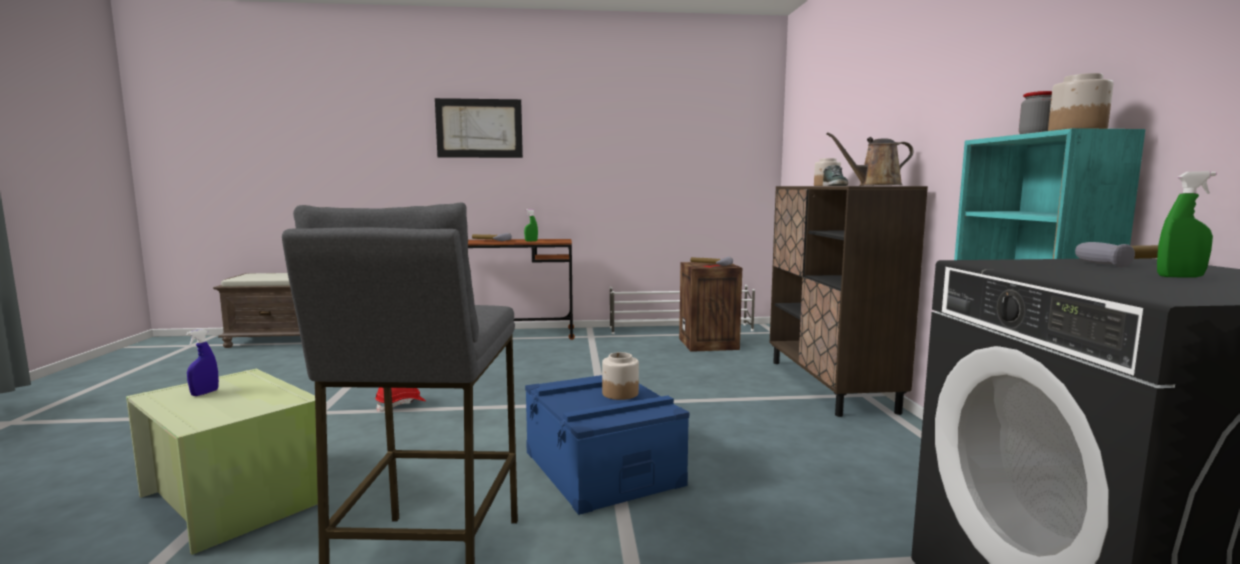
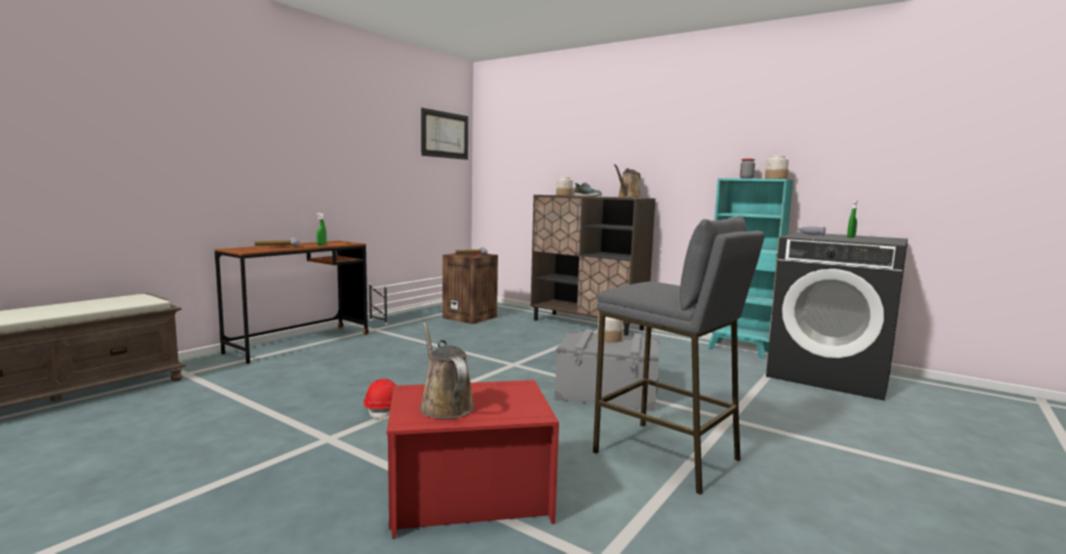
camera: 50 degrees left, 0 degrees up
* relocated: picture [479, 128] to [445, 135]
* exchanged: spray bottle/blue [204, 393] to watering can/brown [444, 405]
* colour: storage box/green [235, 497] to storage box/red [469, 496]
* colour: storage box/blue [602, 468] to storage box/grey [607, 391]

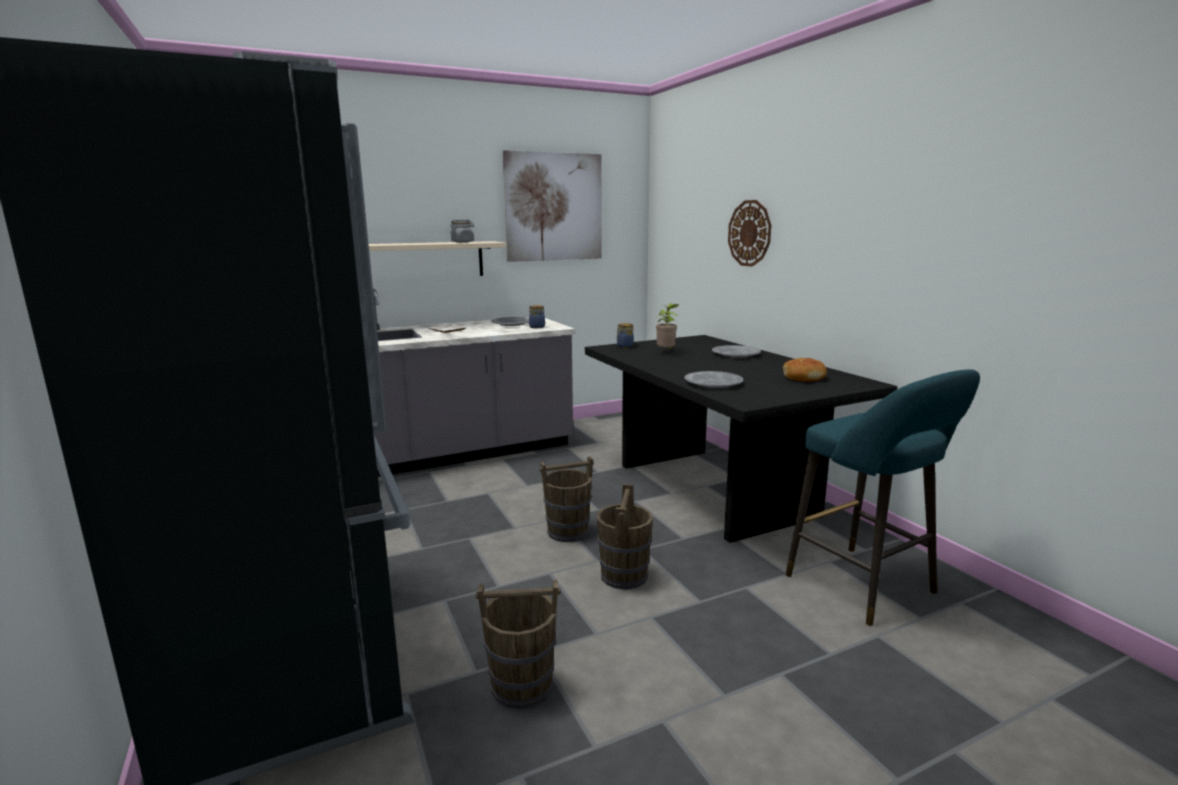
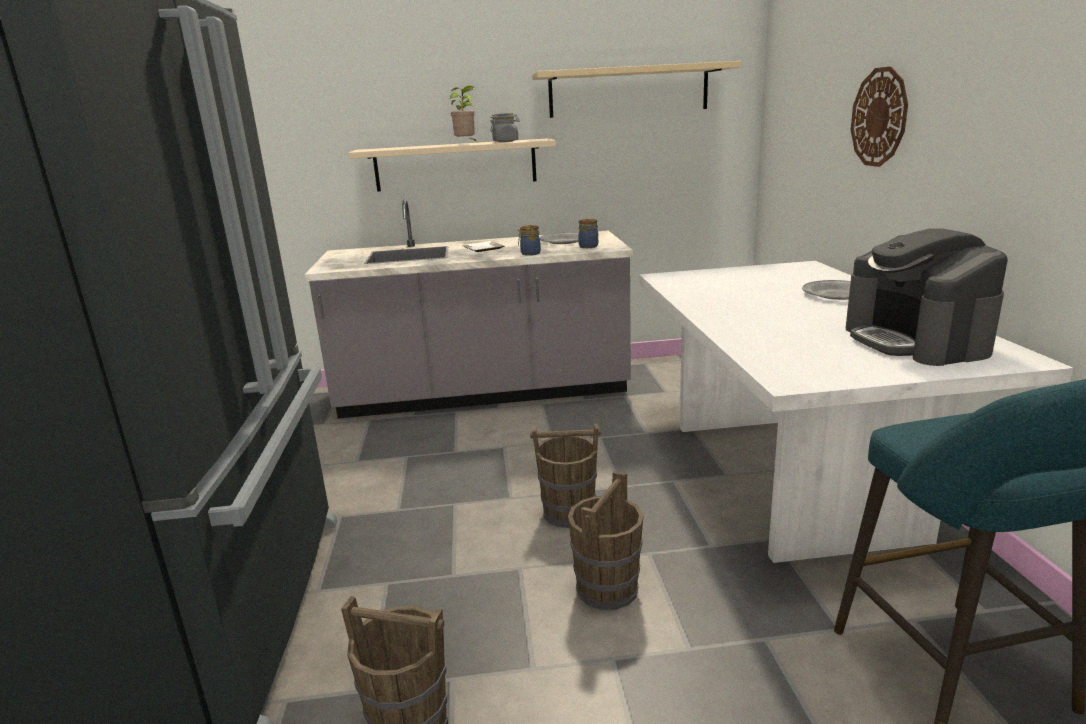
camera: 20 degrees right, 5 degrees up
* exchanged: picture [554, 207] to shelf/beige [628, 91]
* relocated: potted plant [666, 352] to [466, 144]
* relocated: jar [624, 346] to [529, 254]
* colour: dining table/black [714, 489] to dining table/white [788, 476]
* exchanged: bread [804, 377] to coffee machine [915, 341]
* missing: plate/grey [713, 383]

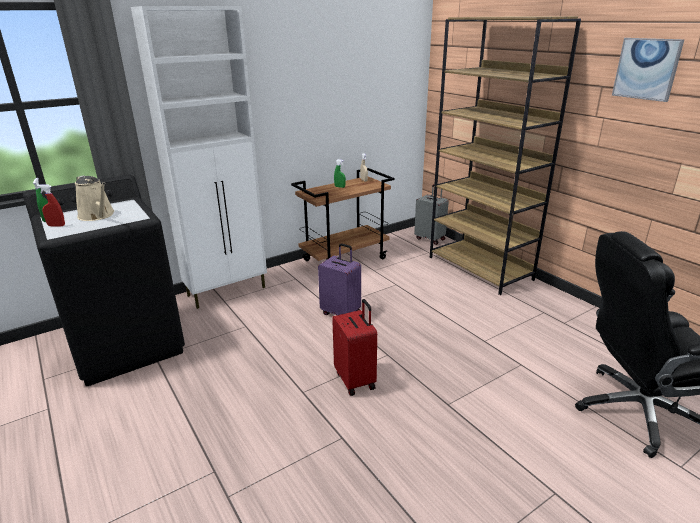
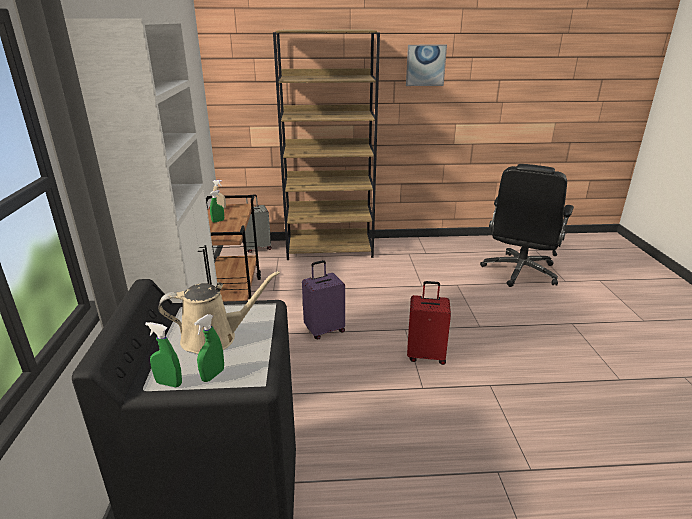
camera: 60 degrees left, 0 degrees up
* colour: spray bottle/red [56, 225] to spray bottle/green [213, 375]

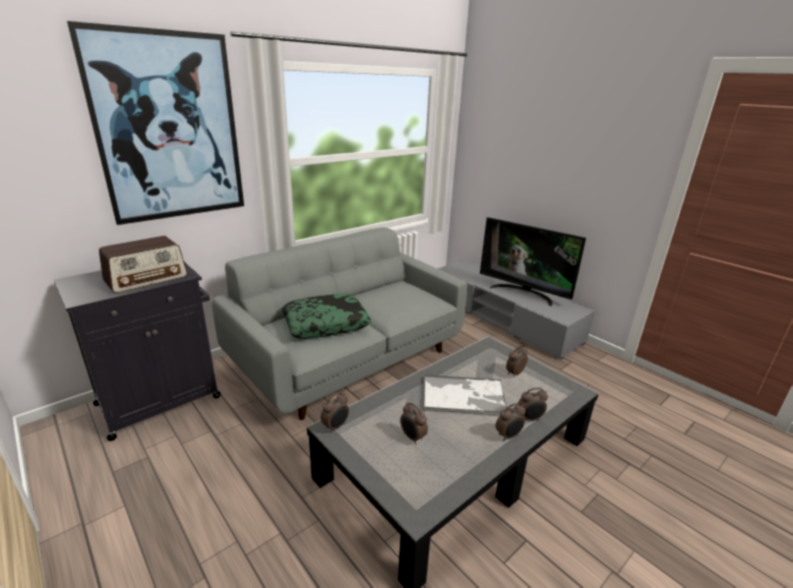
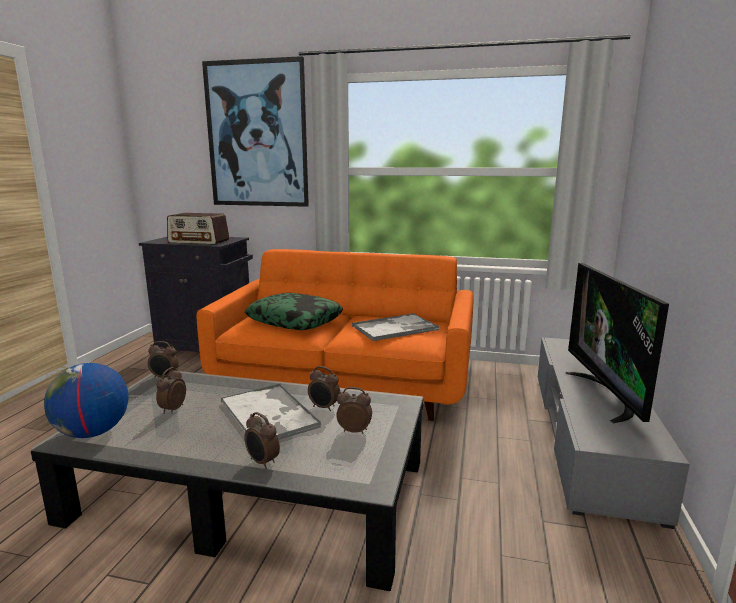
camera: 55 degrees right, 10 degrees down
* colour: sofa/grey [349, 358] to sofa/orange [346, 382]
* relocated: alarm clock [508, 436] to [324, 407]
* appeared: tray [395, 328]
* appeared: globe [92, 433]

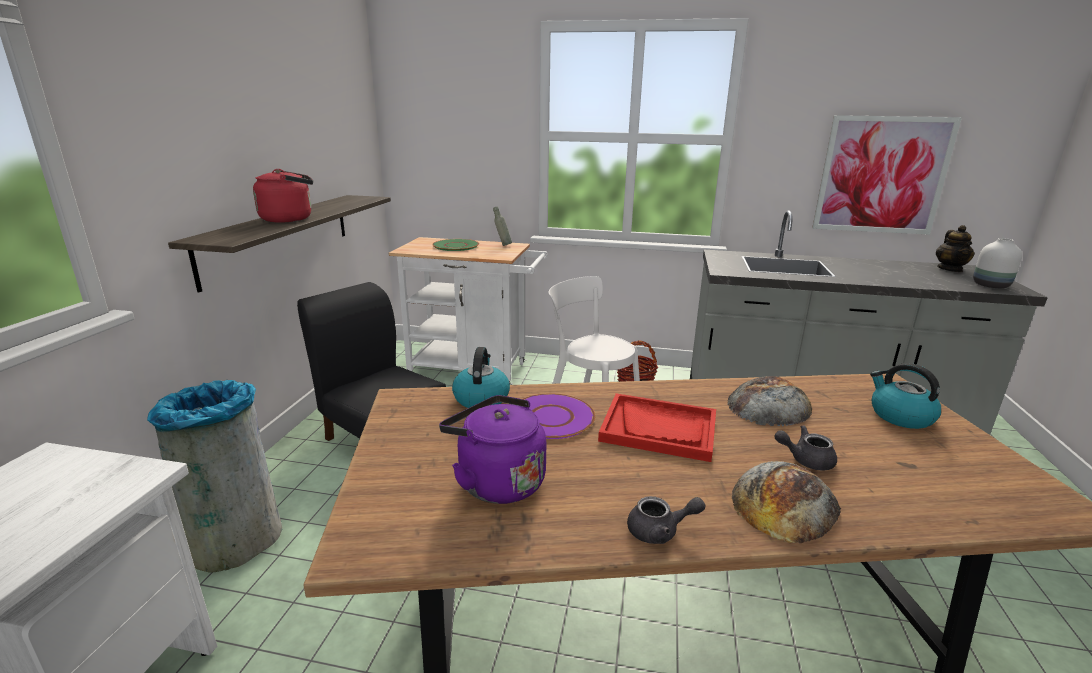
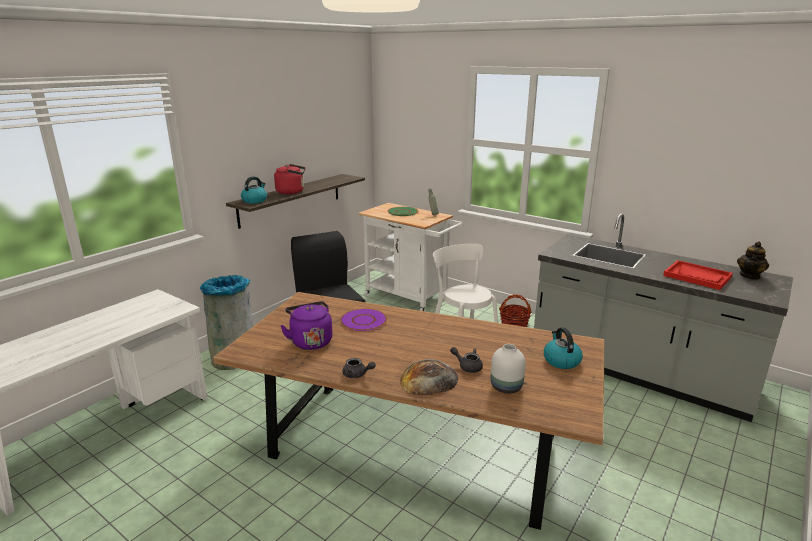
camera: 25 degrees right, 0 degrees up
* missing: picture [882, 175]
* relocated: vase/white [990, 285] to [507, 387]
* relocated: kettle [481, 398] to [255, 200]
* missing: bread [769, 405]
* relocated: tray/red [659, 429] to [697, 276]

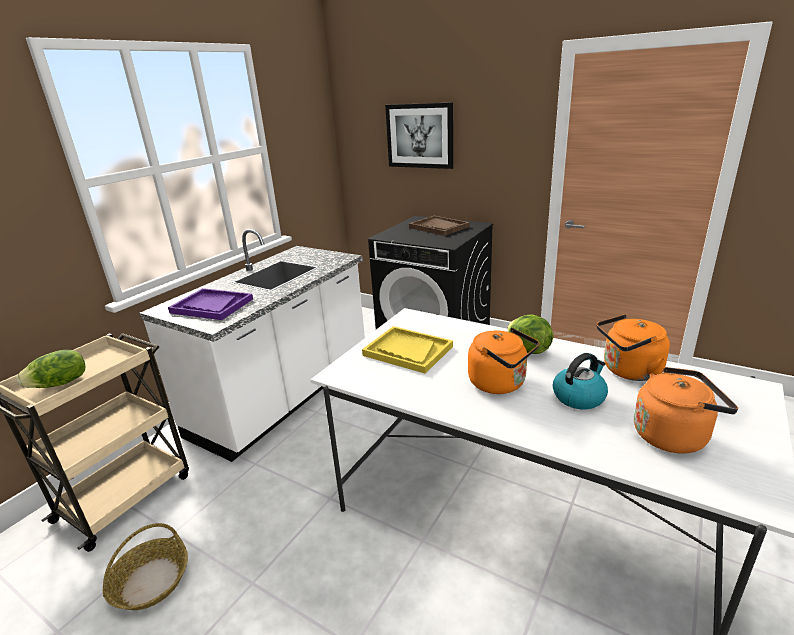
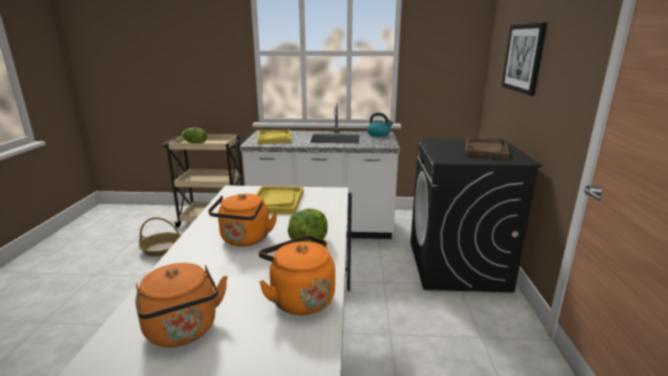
camera: 60 degrees right, 5 degrees down
* colour: tray/purple [211, 306] to tray/yellow [274, 138]
* relocated: kettle [579, 397] to [378, 134]

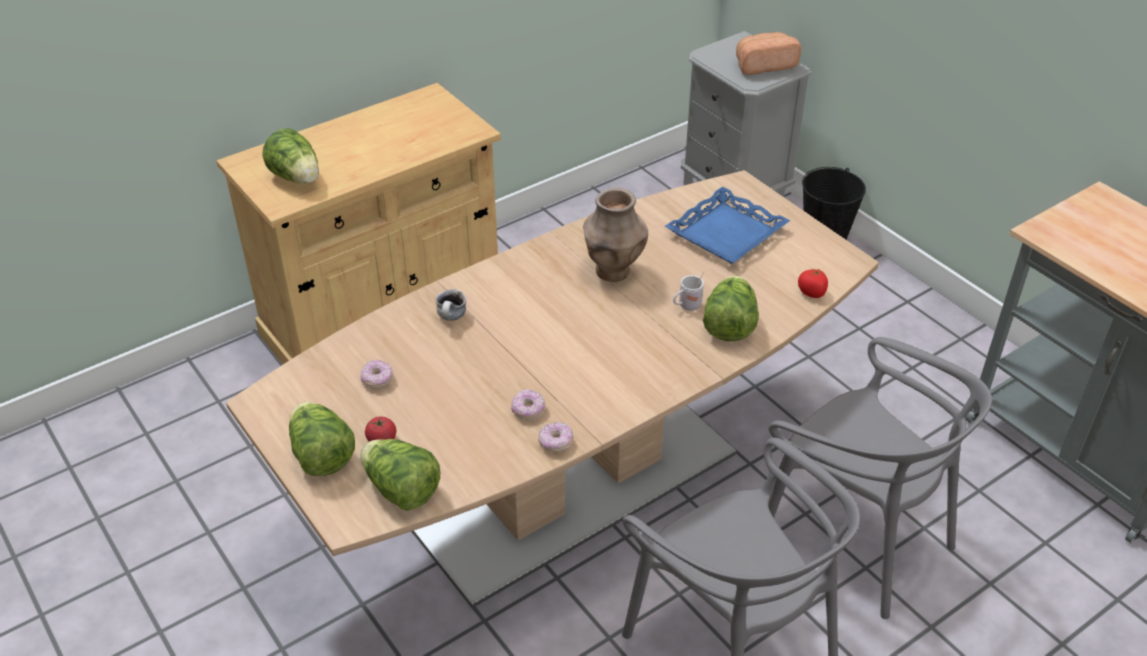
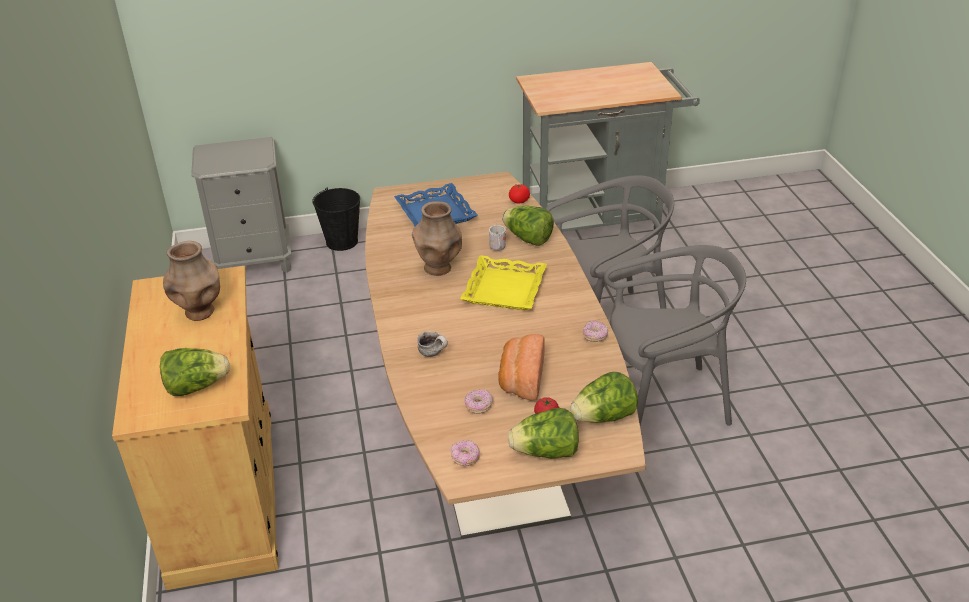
camera: 65 degrees left, 5 degrees down
* relocated: bread [764, 65] to [521, 379]
* relocated: donut [528, 410] to [465, 458]
* appeared: vase/brown [199, 312]
* appeared: tray/yellow [505, 289]

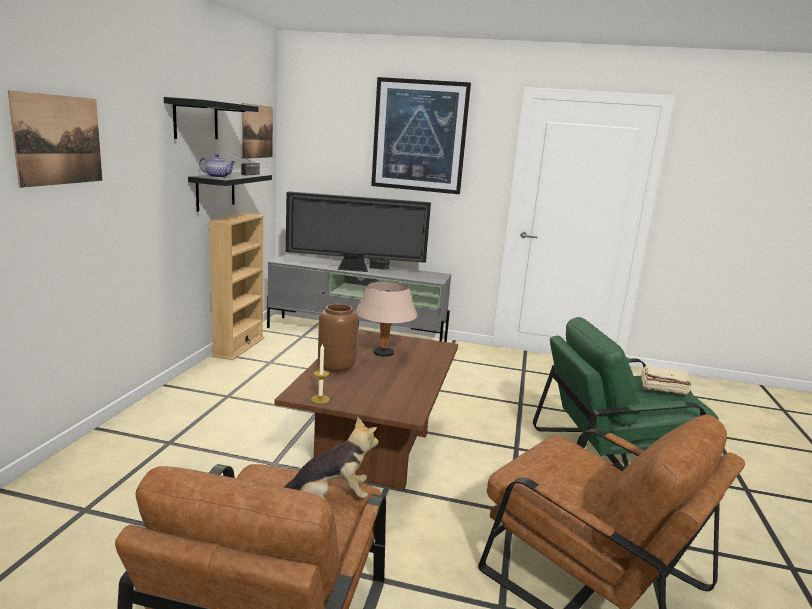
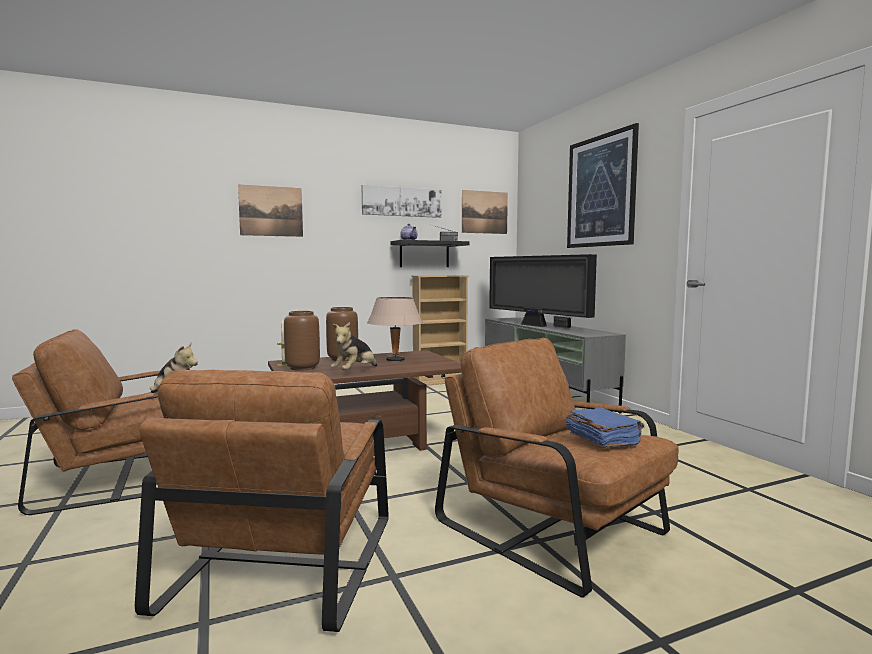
camera: 55 degrees right, 10 degrees down
* exchanged: shelf/black [196, 120] to picture [402, 202]
* colour: armchair/green [613, 455] to armchair/brown [554, 527]
* colour: book/beige [662, 388] to book/blue [602, 439]
* appeared: vase/brown [302, 368]
* appeared: plush toy [355, 372]

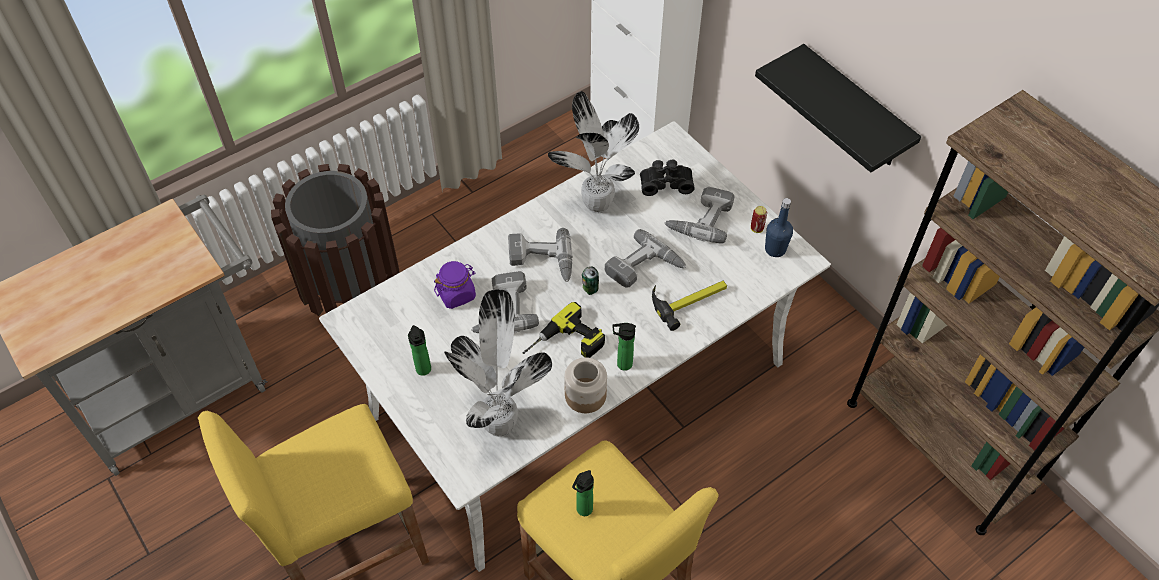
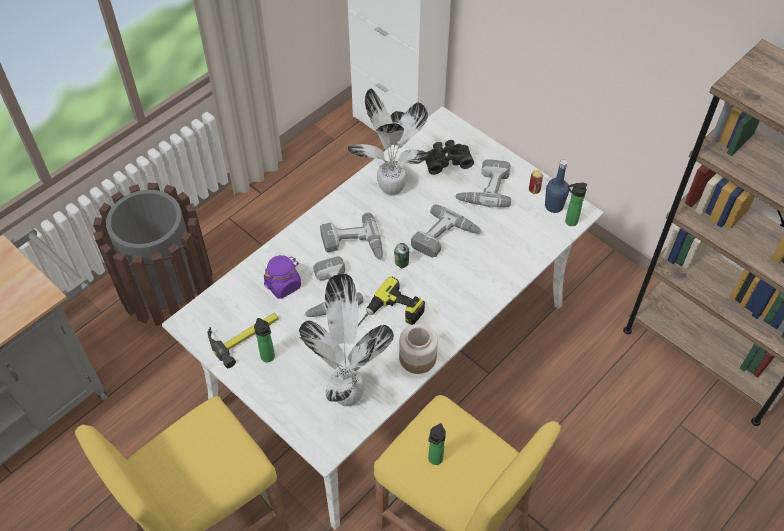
camera: 10 degrees left, 0 degrees up
* missing: shelf/black [854, 109]
* relocated: hammer [689, 299] to [245, 335]
* relocated: bottle [622, 364] to [569, 222]

